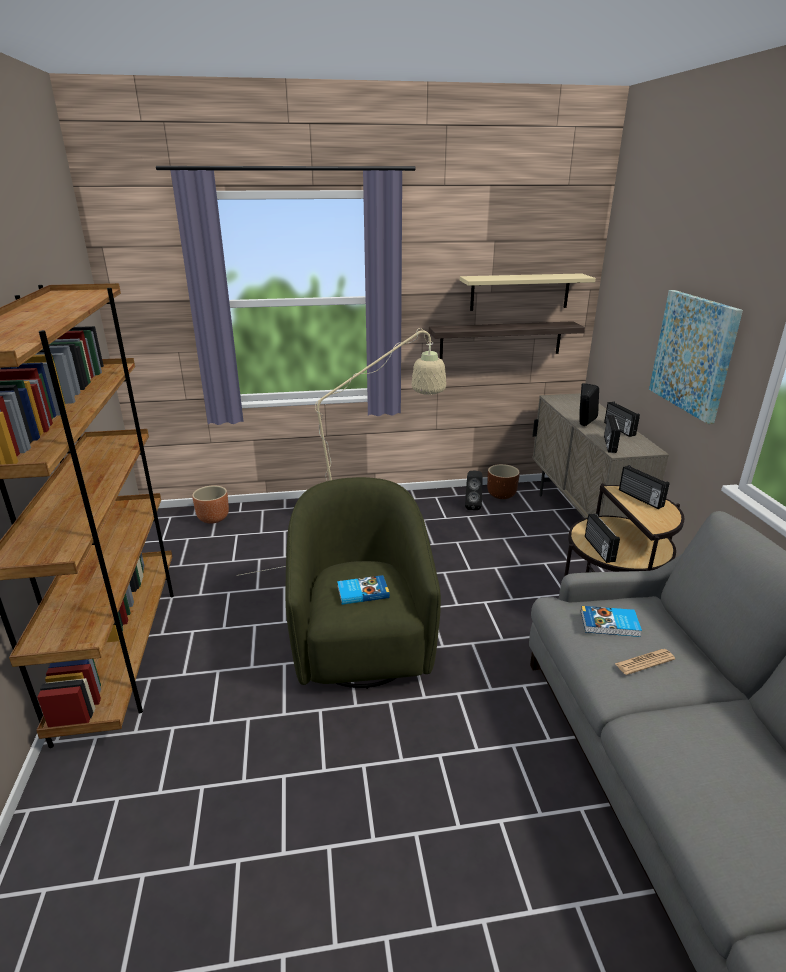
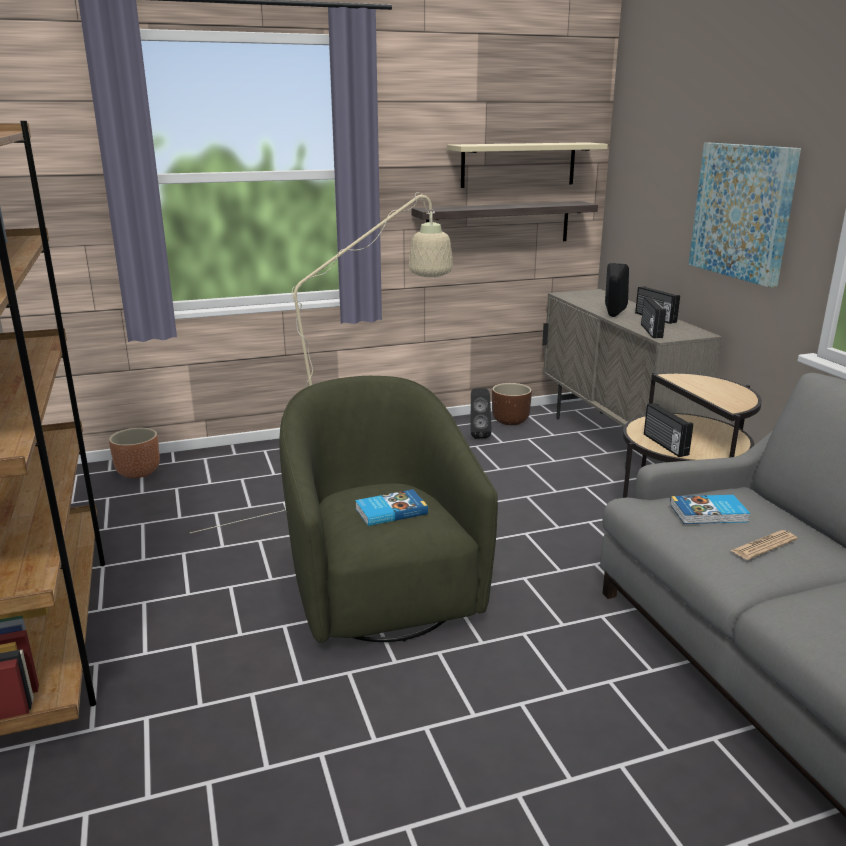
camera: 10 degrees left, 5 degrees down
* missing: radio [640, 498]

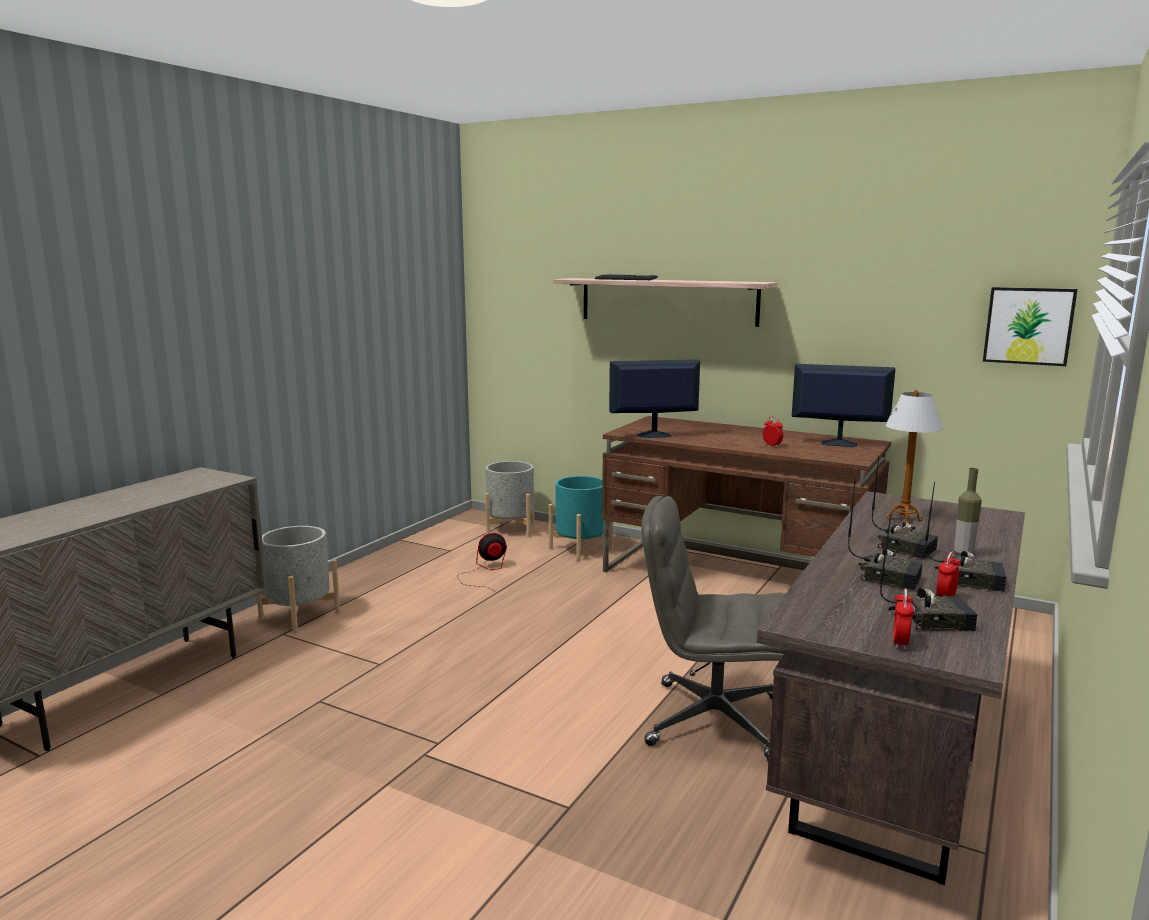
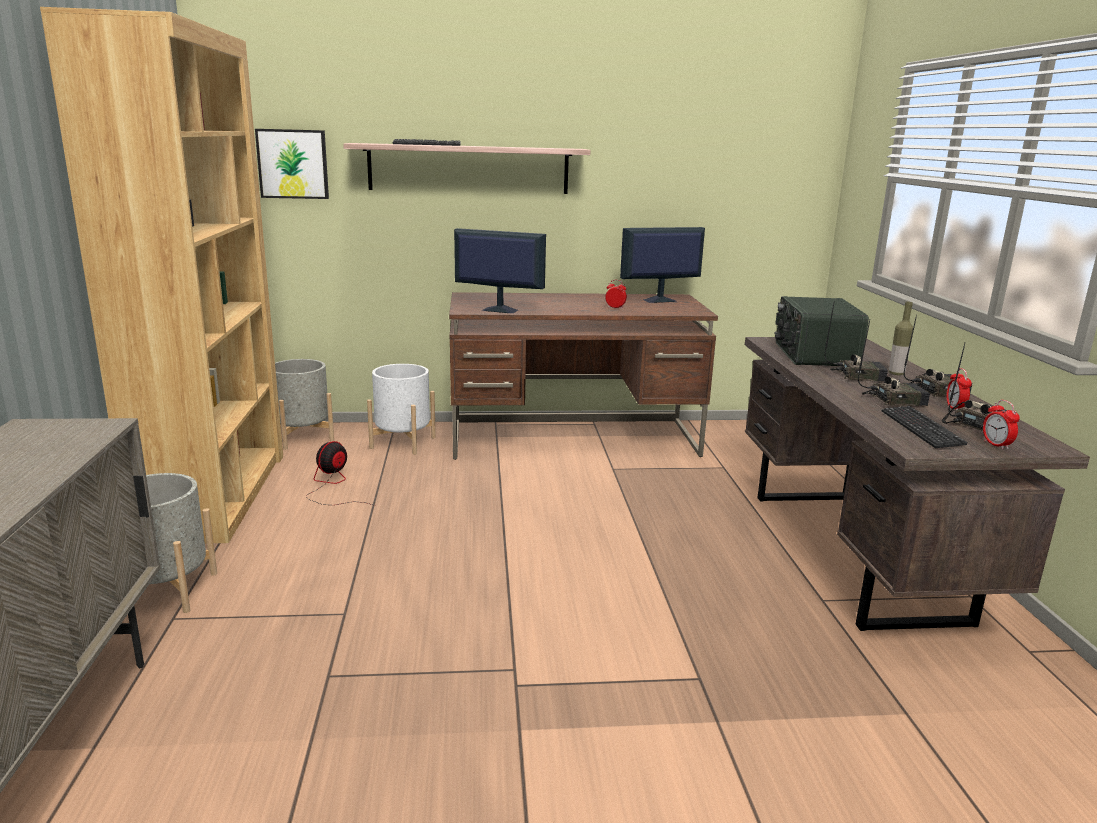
camera: 35 degrees left, 5 degrees up
* relocated: picture [1028, 325] to [293, 164]
* spun: monitor [653, 435] = [499, 310] 60 degrees clockwise
* exchanged: table lamp [904, 519] to radio [813, 355]
* colour: planter/turquoise [580, 549] to planter/white [403, 442]
* missing: office chair/grey [713, 721]
* appeared: bookcase/brown [216, 495]
* appeared: keyboard [921, 429]

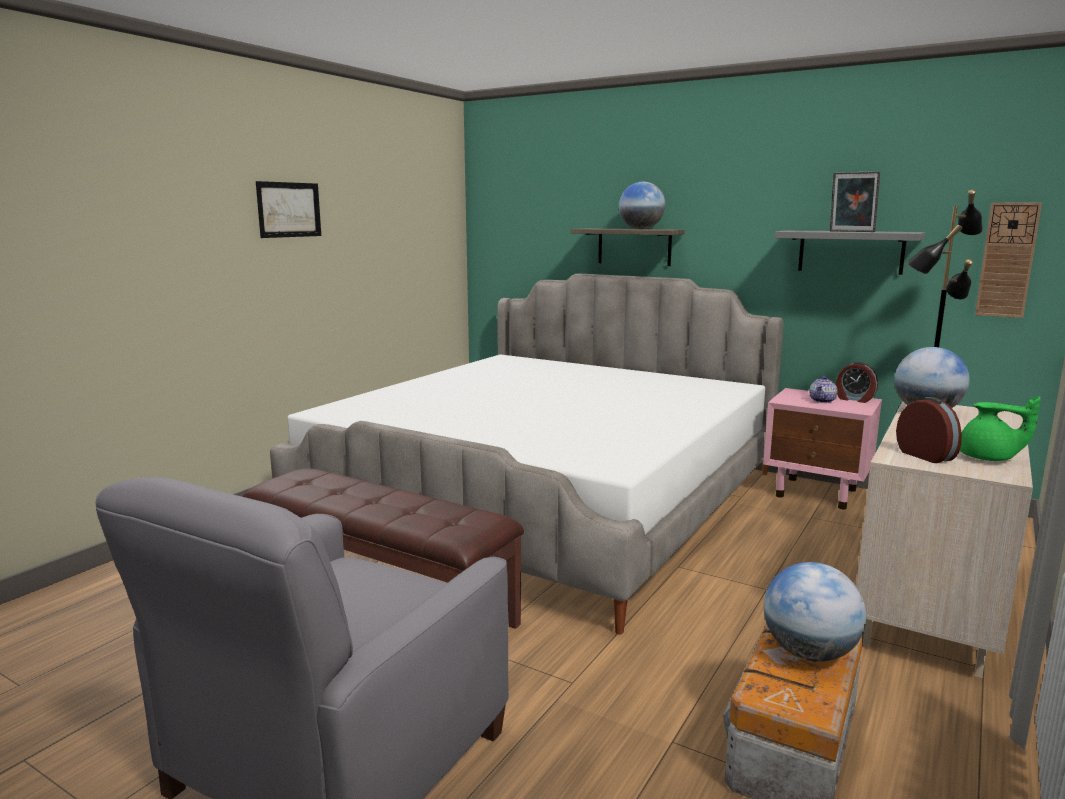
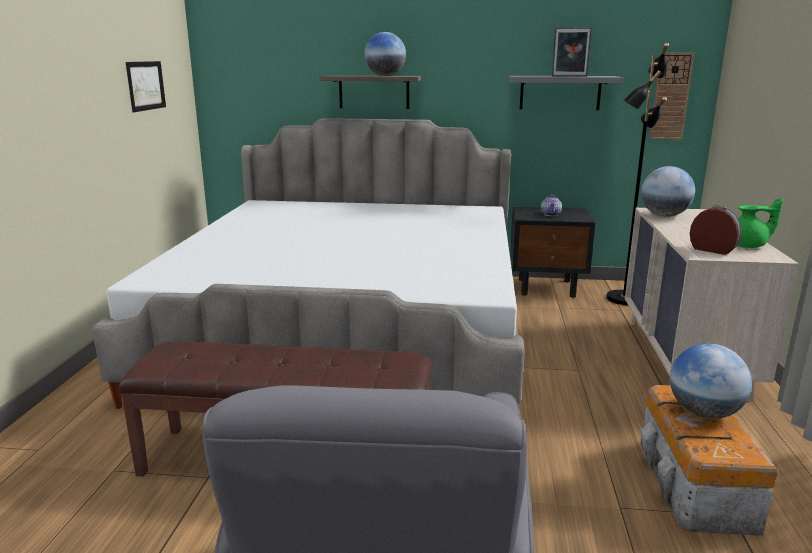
camera: 25 degrees left, 5 degrees up
* relocated: picture [289, 209] to [146, 85]
* missing: alarm clock [854, 399]
* colour: nightstand/pink [817, 493] to nightstand/black [547, 287]

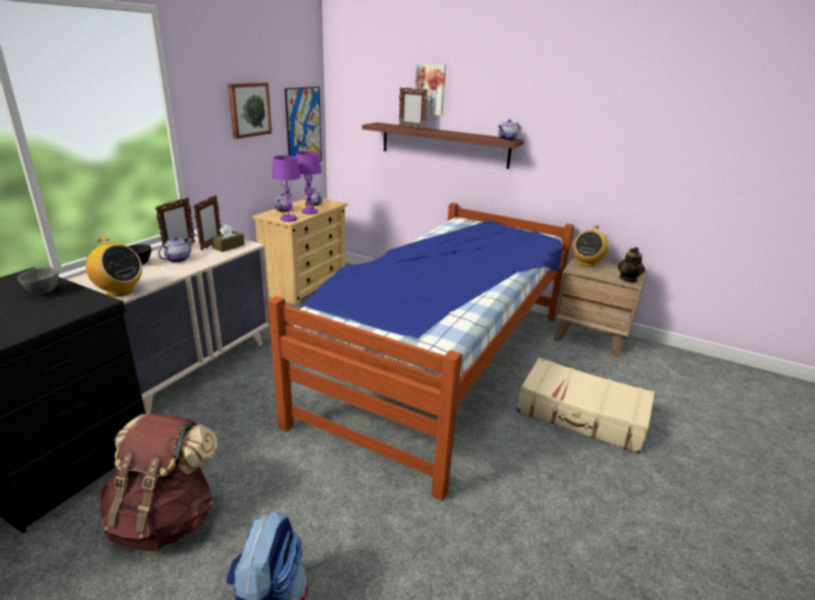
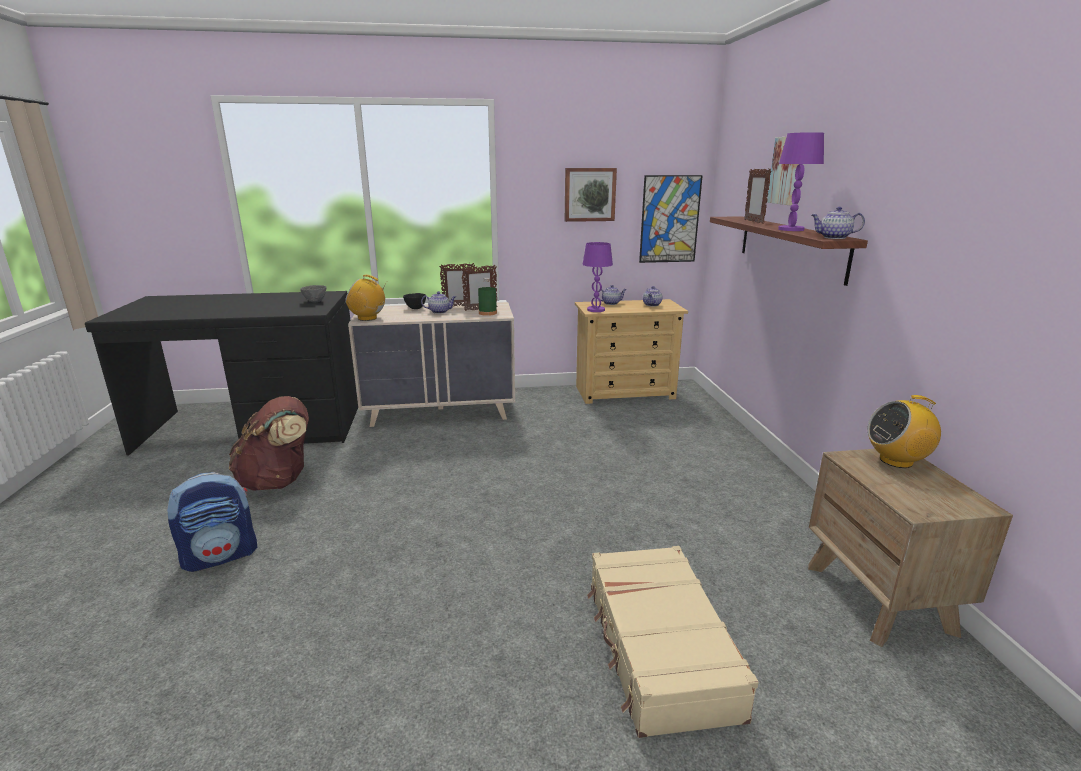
camera: 55 degrees right, 5 degrees down
* relocated: table lamp/purple [309, 212] to [790, 229]
* missing: bed [442, 362]
* exchanged: tissue box/brown [229, 246] to bottle/green [487, 313]
* spun: radio [119, 291] = [368, 318] 105 degrees clockwise
* missing: teapot [628, 279]

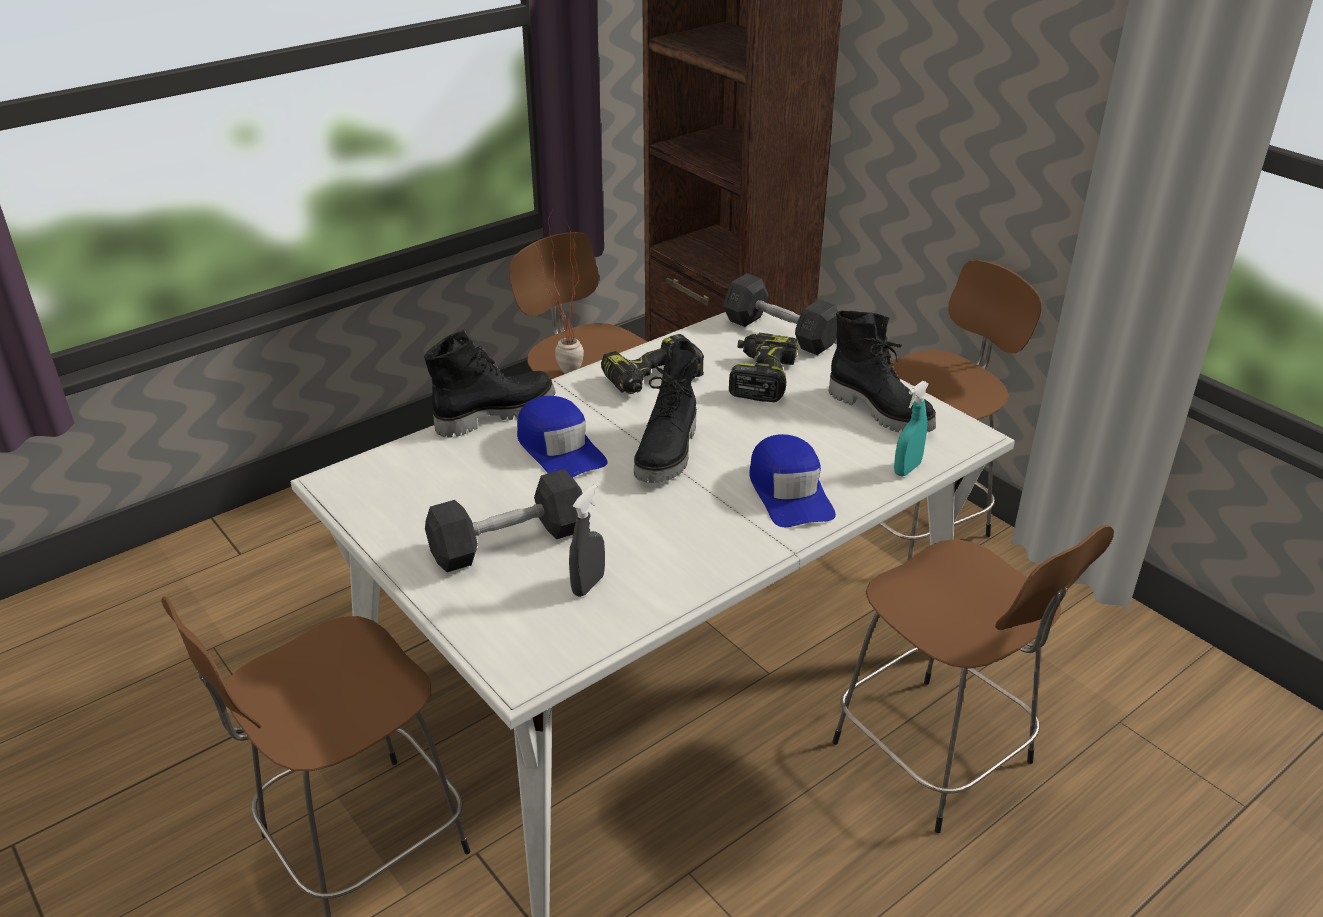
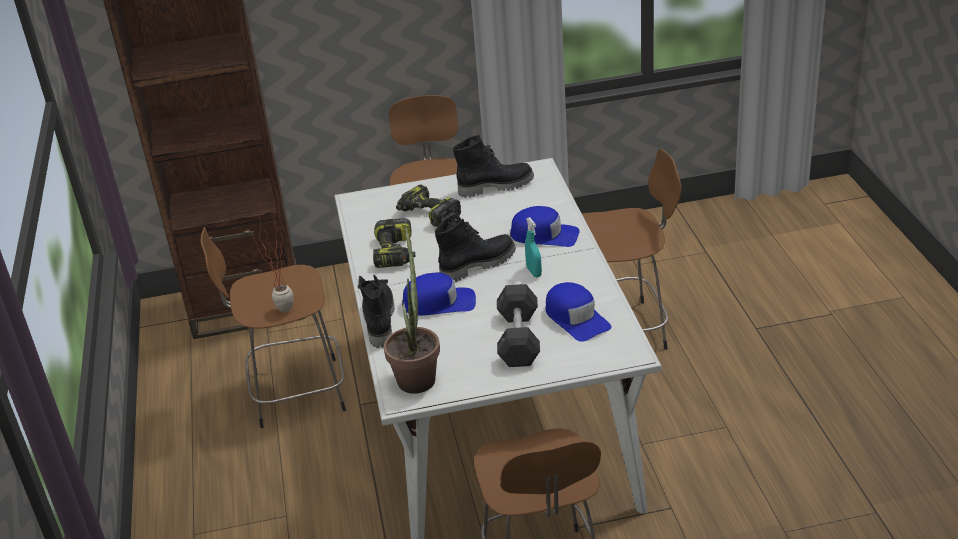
camera: 60 degrees left, 0 degrees up
* missing: dumbbell/grey [780, 333]
* spun: boot/black [669, 453] = [477, 265] 75 degrees counterclockwise
* relocated: spray bottle/turquoise [907, 469] to [534, 272]
* exchanged: spray bottle/grey [588, 585] to cap/blue [576, 318]
* appeared: potted plant [417, 375]

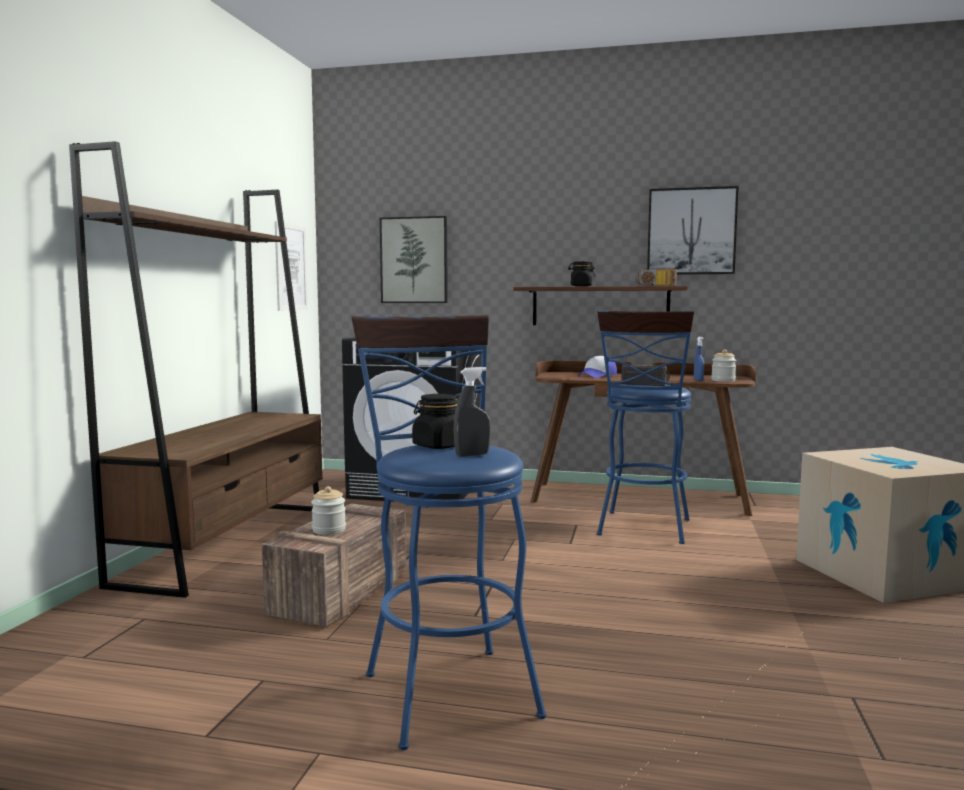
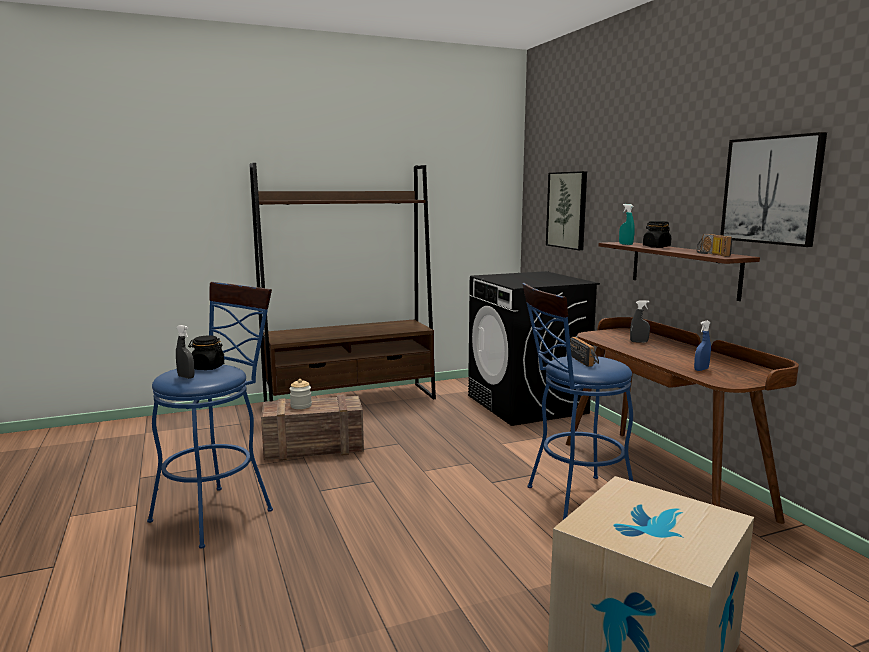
camera: 55 degrees right, 5 degrees up
* missing: picture [291, 267]
* missing: jar [723, 380]
* exchanged: cap [597, 376] to spray bottle/grey [639, 342]
* appeared: spray bottle/turquoise [625, 244]

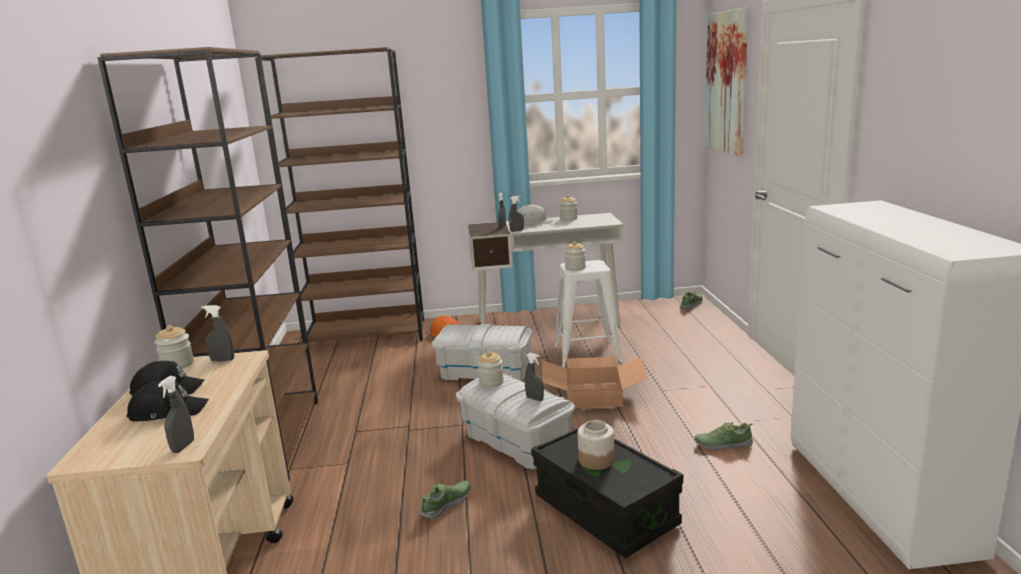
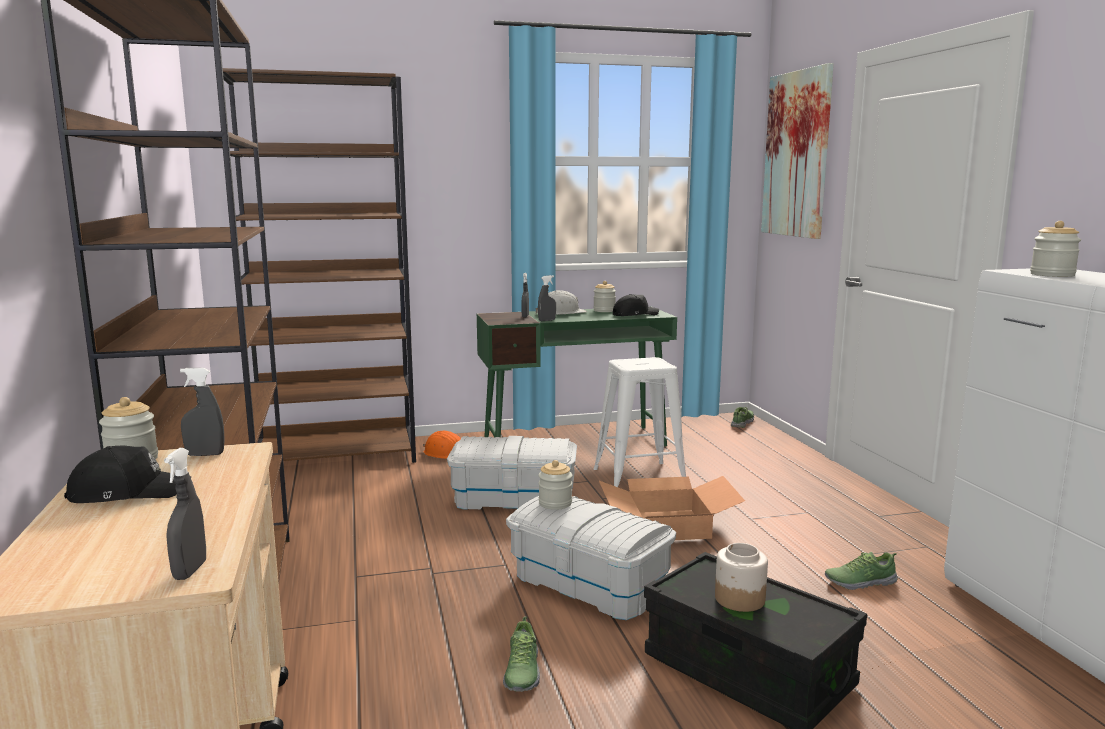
camera: 10 degrees left, 5 degrees down
* colour: desk/white [548, 323] to desk/green [575, 443]
* relocated: jar [575, 268] to [1052, 275]
* missing: spray bottle/grey [534, 399]
* relocated: cap/black [168, 411] to [634, 314]
* spun: shoe [446, 504] = [521, 672] 150 degrees clockwise

